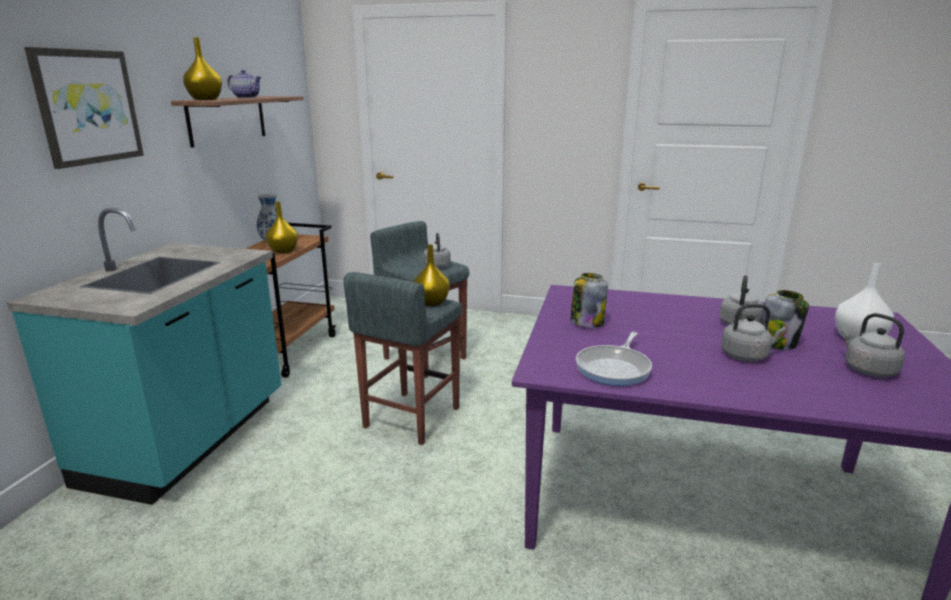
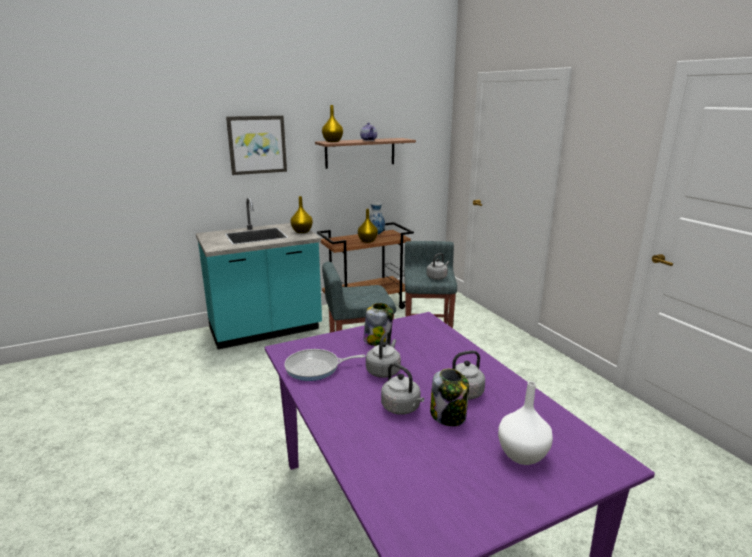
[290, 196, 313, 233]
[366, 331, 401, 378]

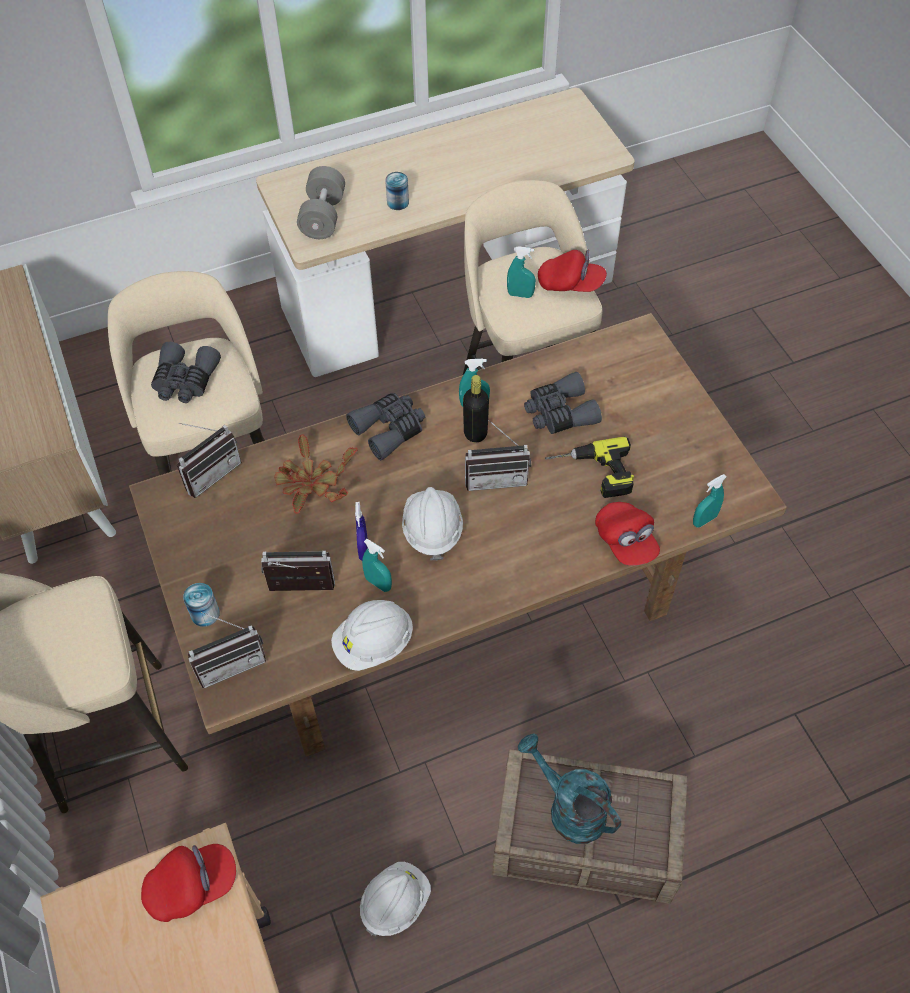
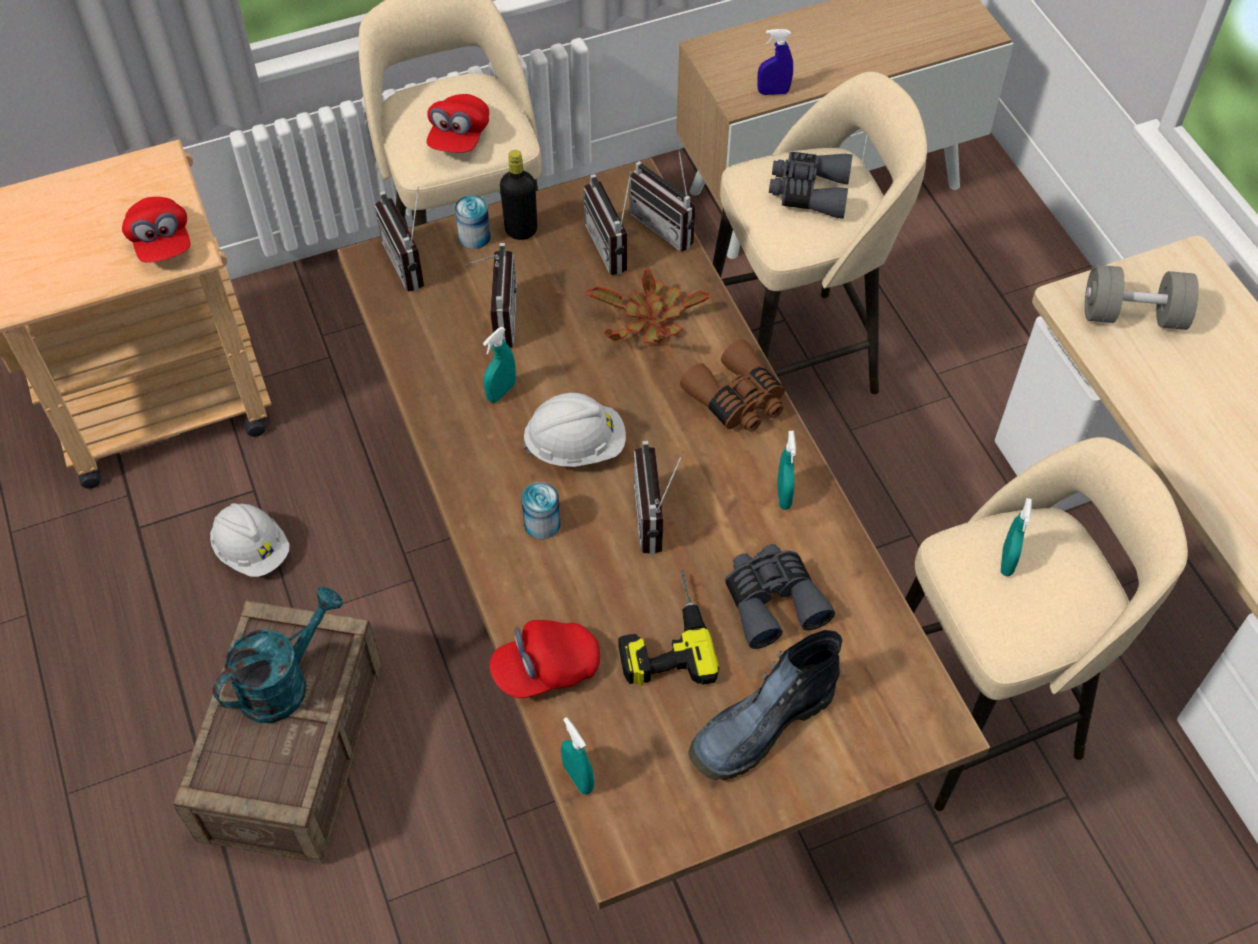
[331, 600, 413, 671] (first image)
[583, 171, 631, 275]
[688, 630, 843, 781]
[757, 29, 793, 95]
[521, 482, 561, 539]
[500, 150, 537, 240]
[427, 94, 489, 153]
[680, 339, 785, 432]

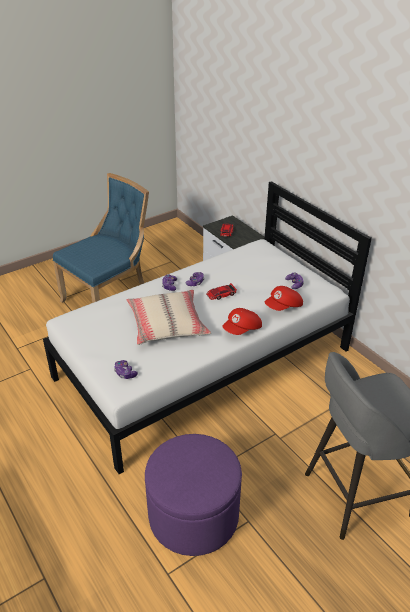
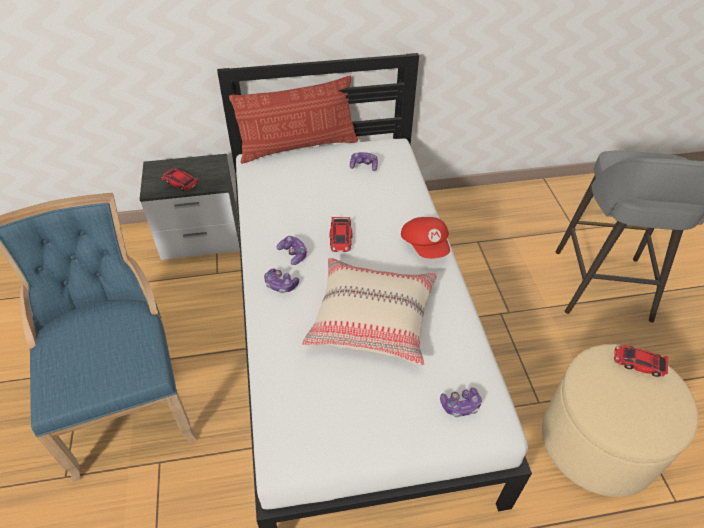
[265, 286, 303, 311] (first image)
[229, 76, 358, 164]
[614, 345, 668, 377]
[542, 344, 698, 497]

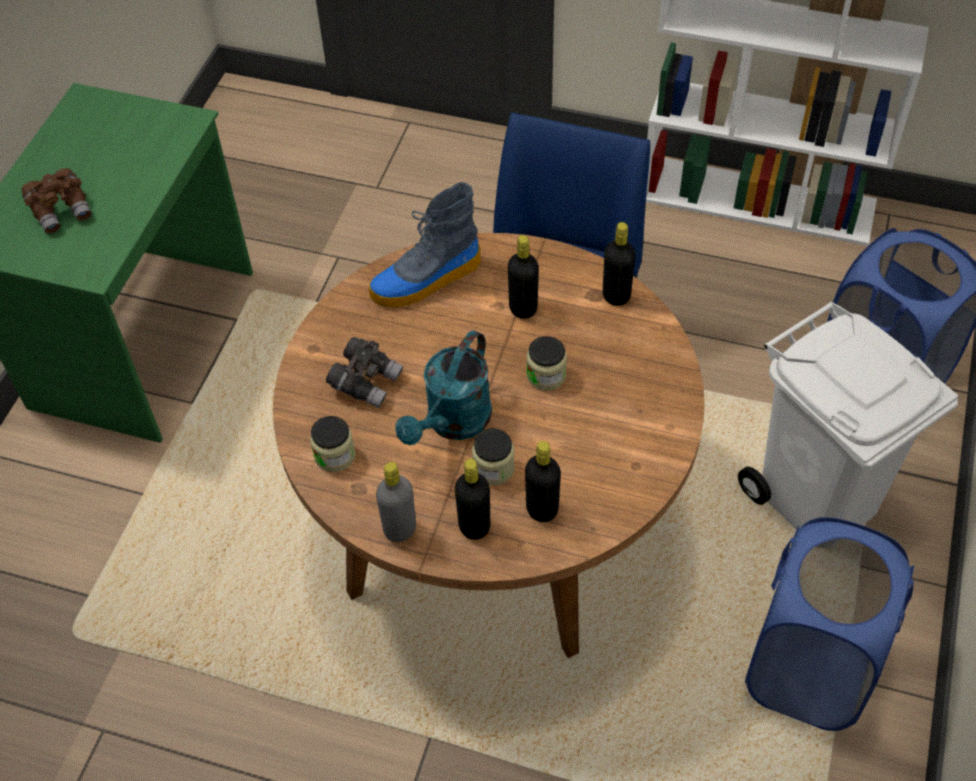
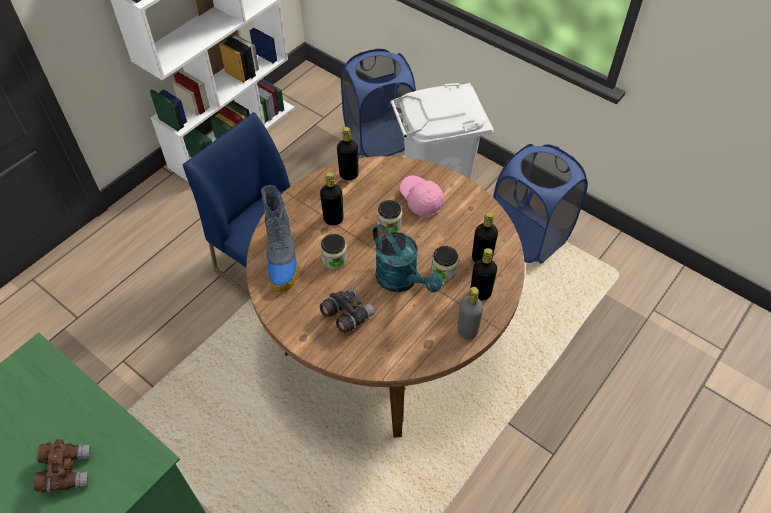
[400, 176, 444, 218]
[320, 234, 348, 269]

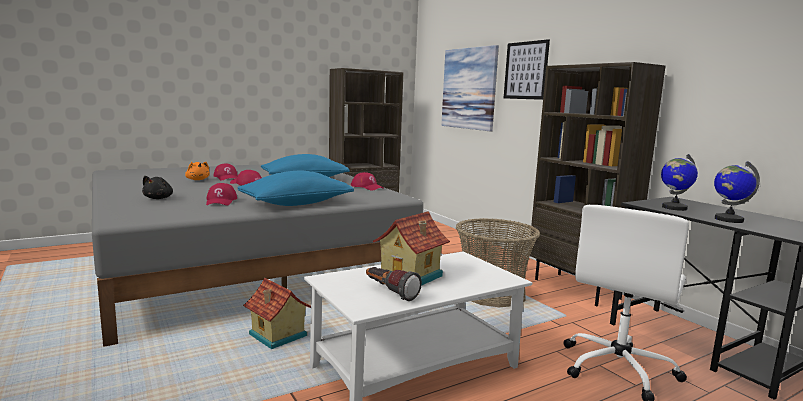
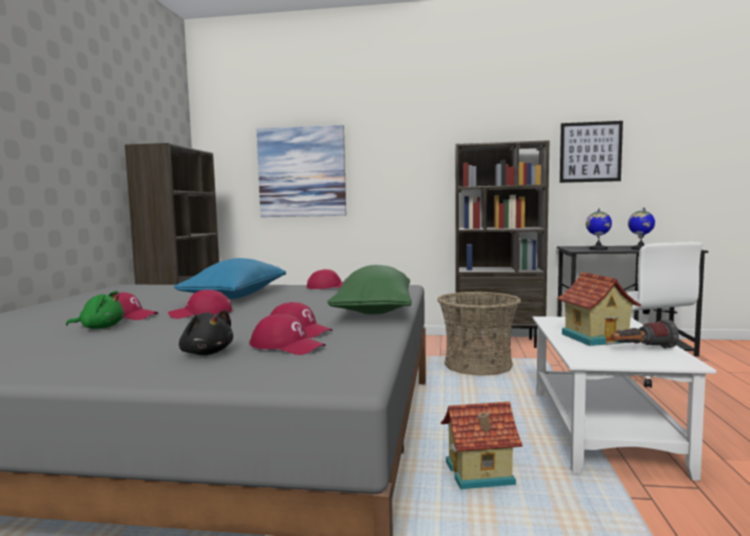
[249, 314, 325, 355]
[560, 121, 623, 183]
[66, 291, 124, 329]
[327, 265, 412, 314]

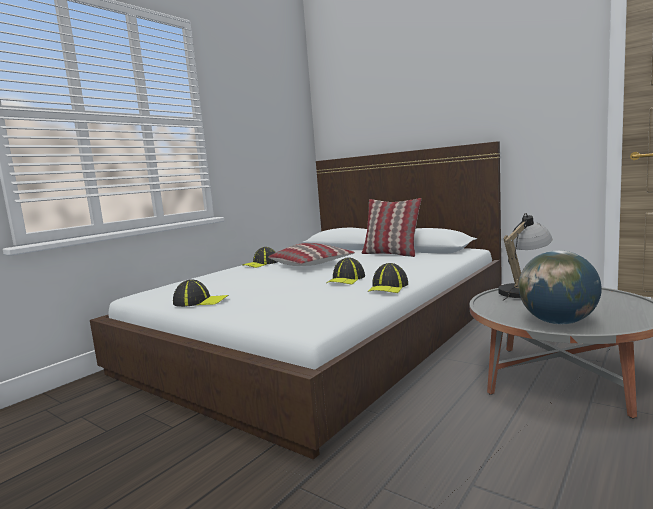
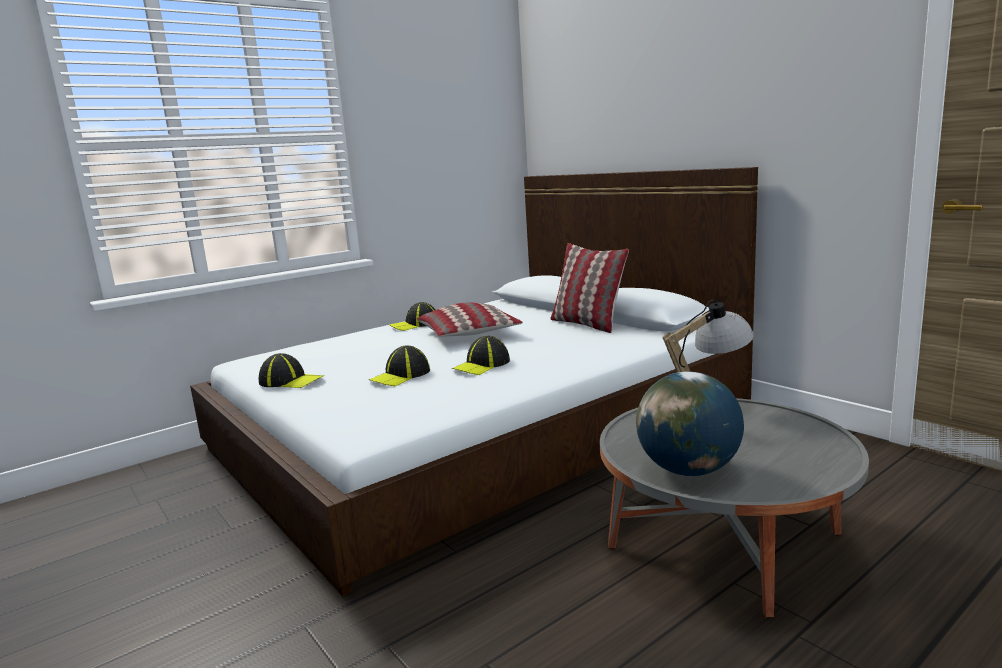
[369, 345, 430, 386]

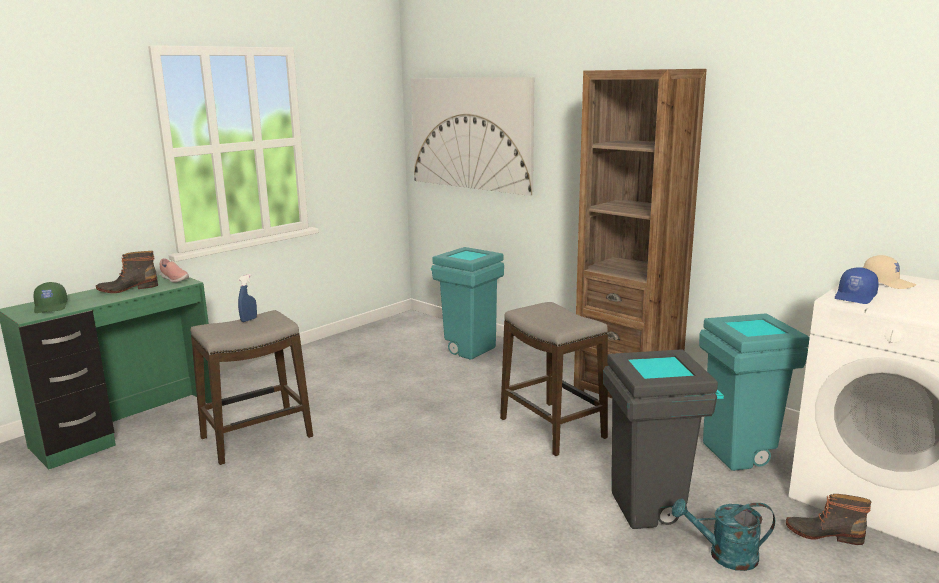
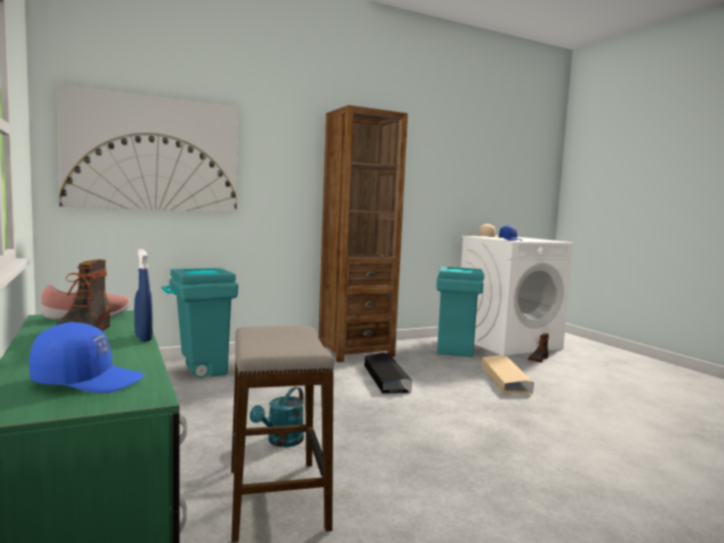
[134, 249, 152, 341]
[250, 387, 304, 447]
[364, 353, 412, 394]
[482, 355, 534, 395]
[29, 322, 145, 393]

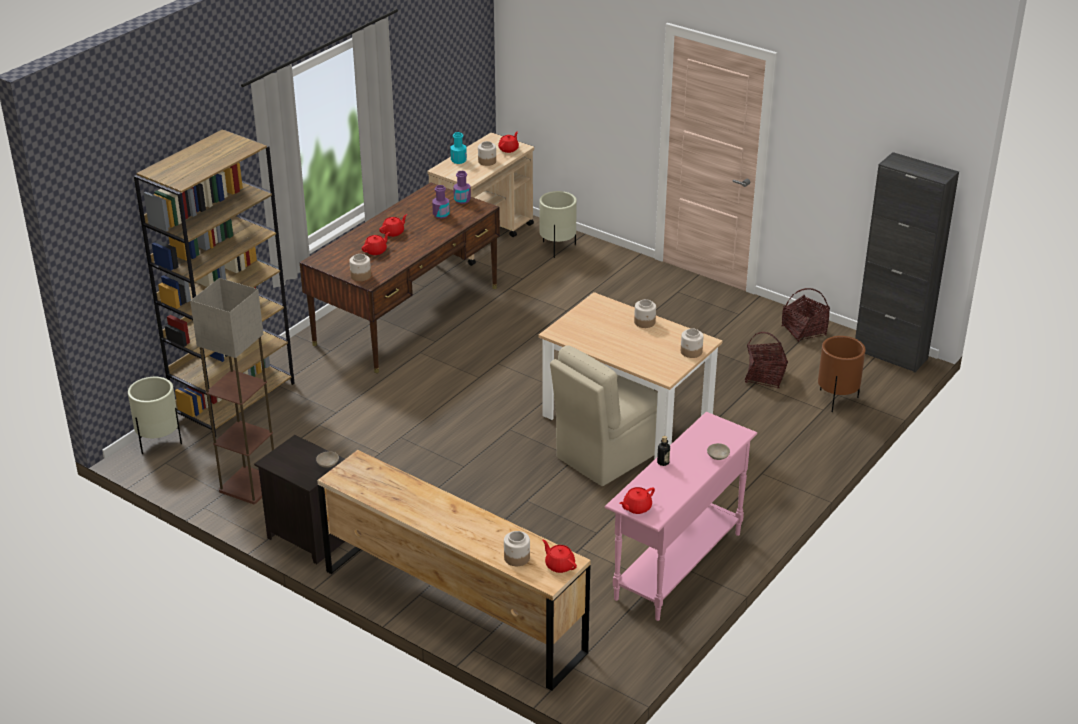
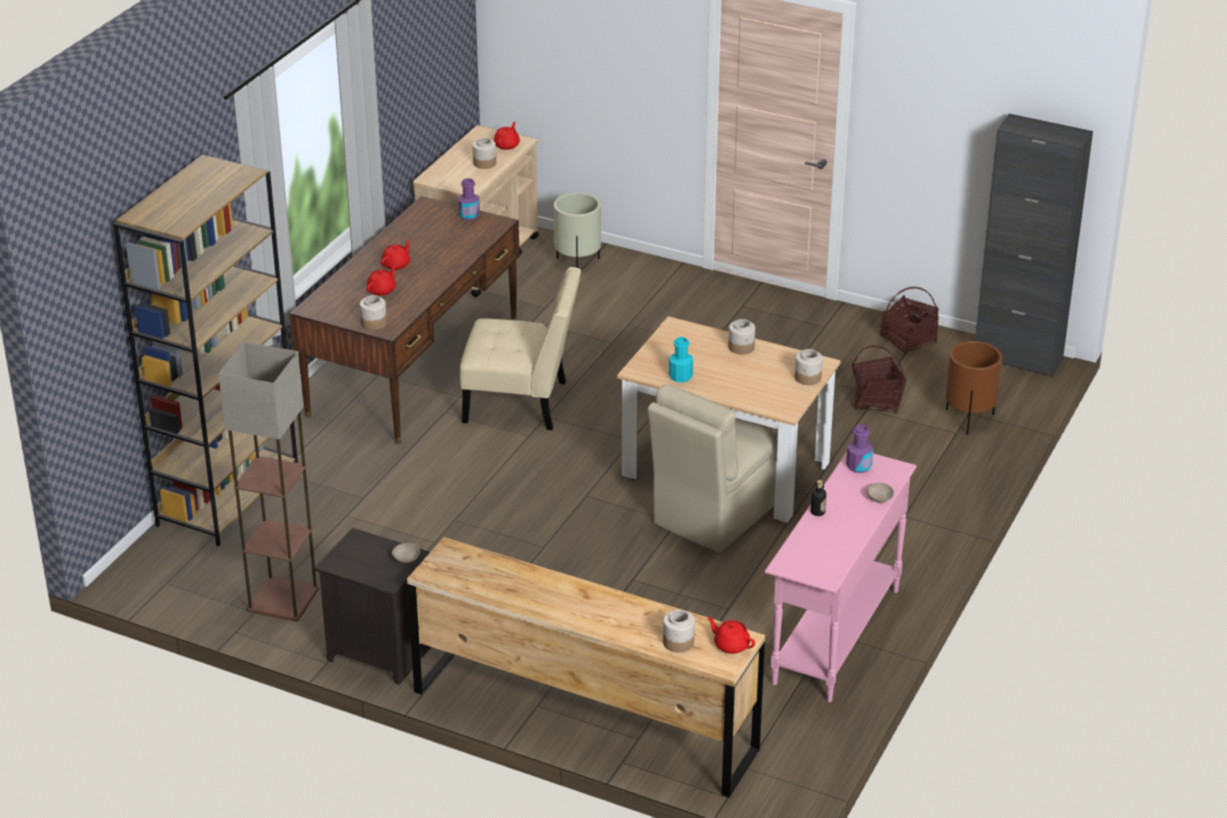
[128, 377, 182, 454] (first image)
[619, 487, 655, 514] (first image)
[460, 267, 581, 430]
[846, 425, 873, 473]
[669, 337, 693, 383]

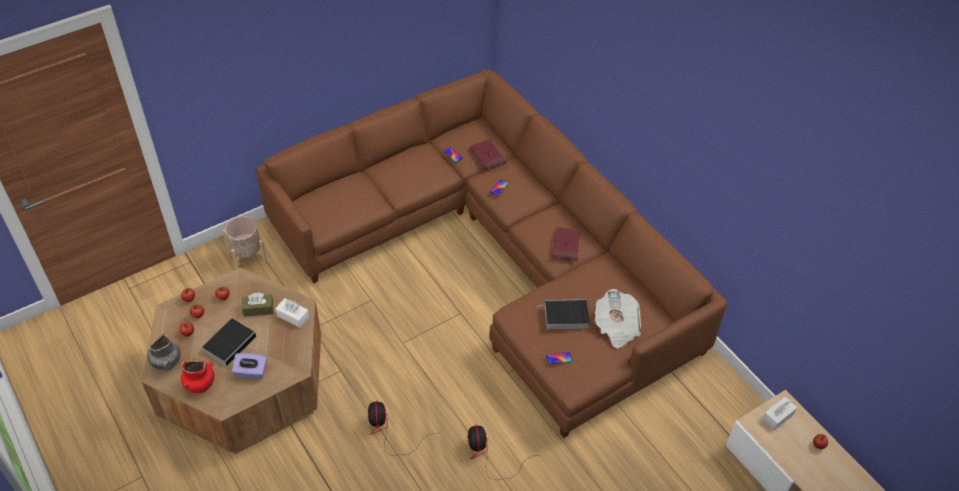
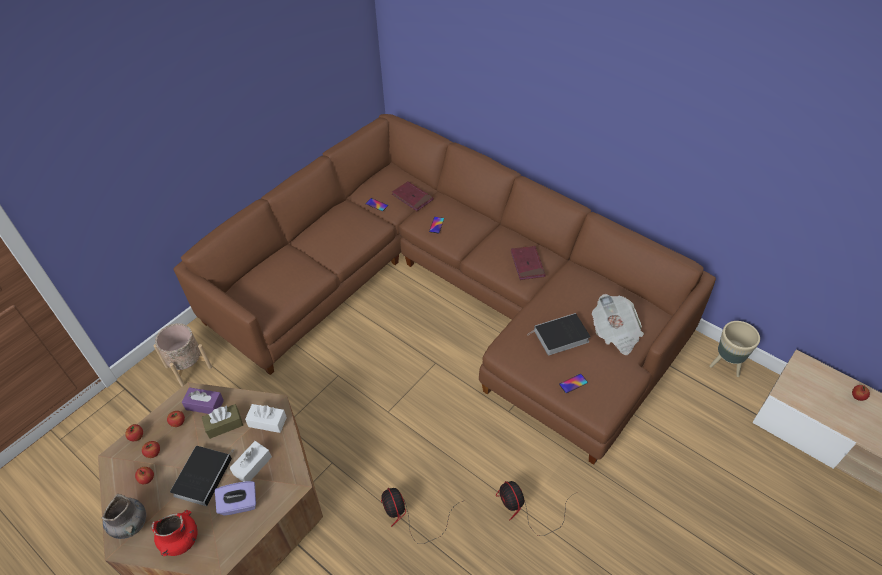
[182, 387, 224, 414]
[709, 321, 760, 377]
[230, 441, 272, 482]

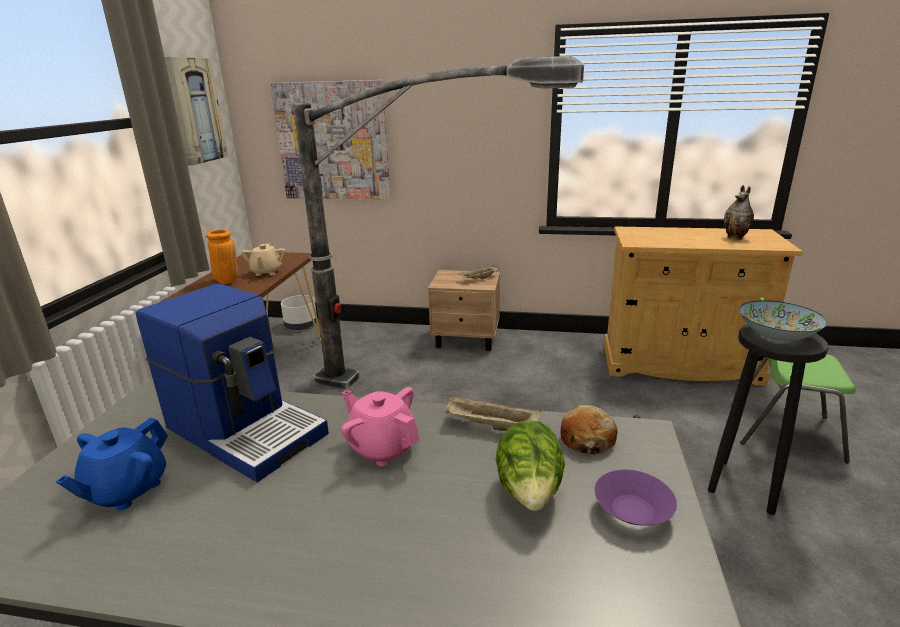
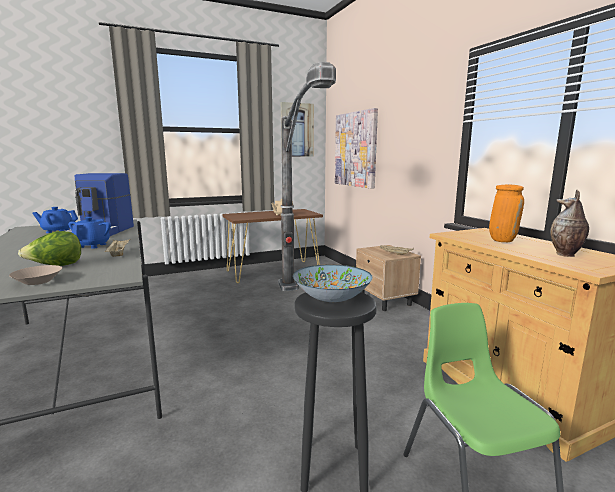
[281, 295, 317, 330] (first image)
[561, 405, 617, 454] (first image)
[489, 185, 524, 242]
[68, 217, 111, 249]
[9, 265, 62, 285]

